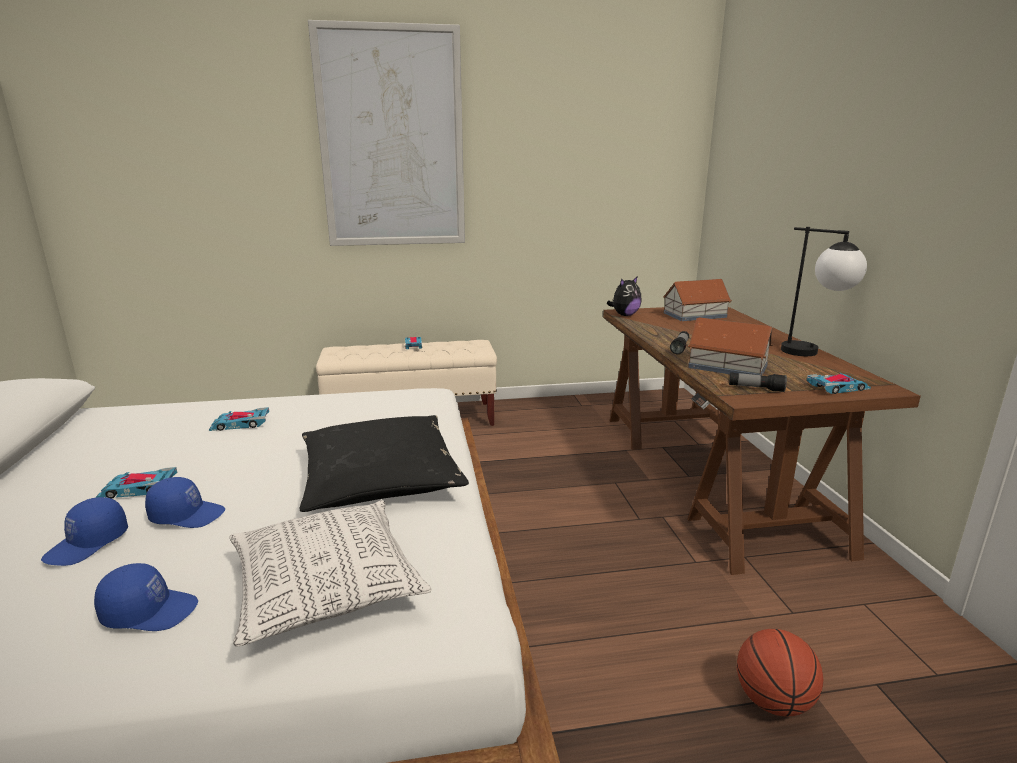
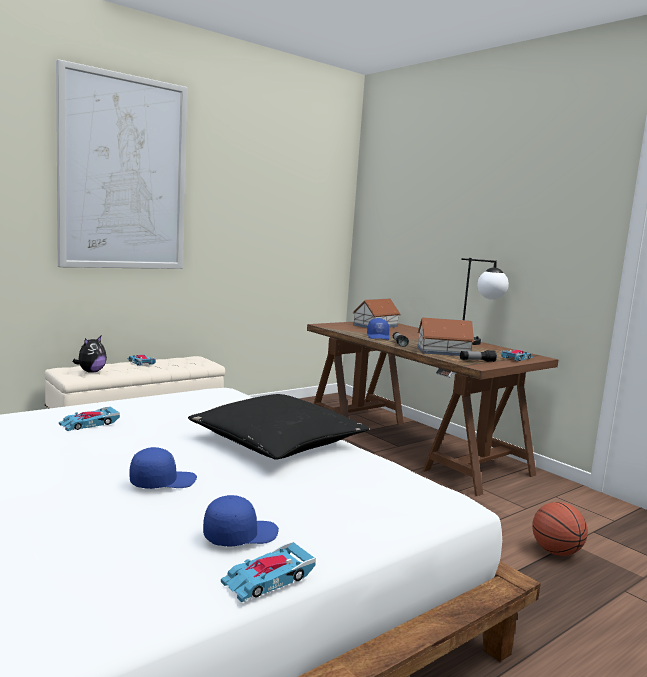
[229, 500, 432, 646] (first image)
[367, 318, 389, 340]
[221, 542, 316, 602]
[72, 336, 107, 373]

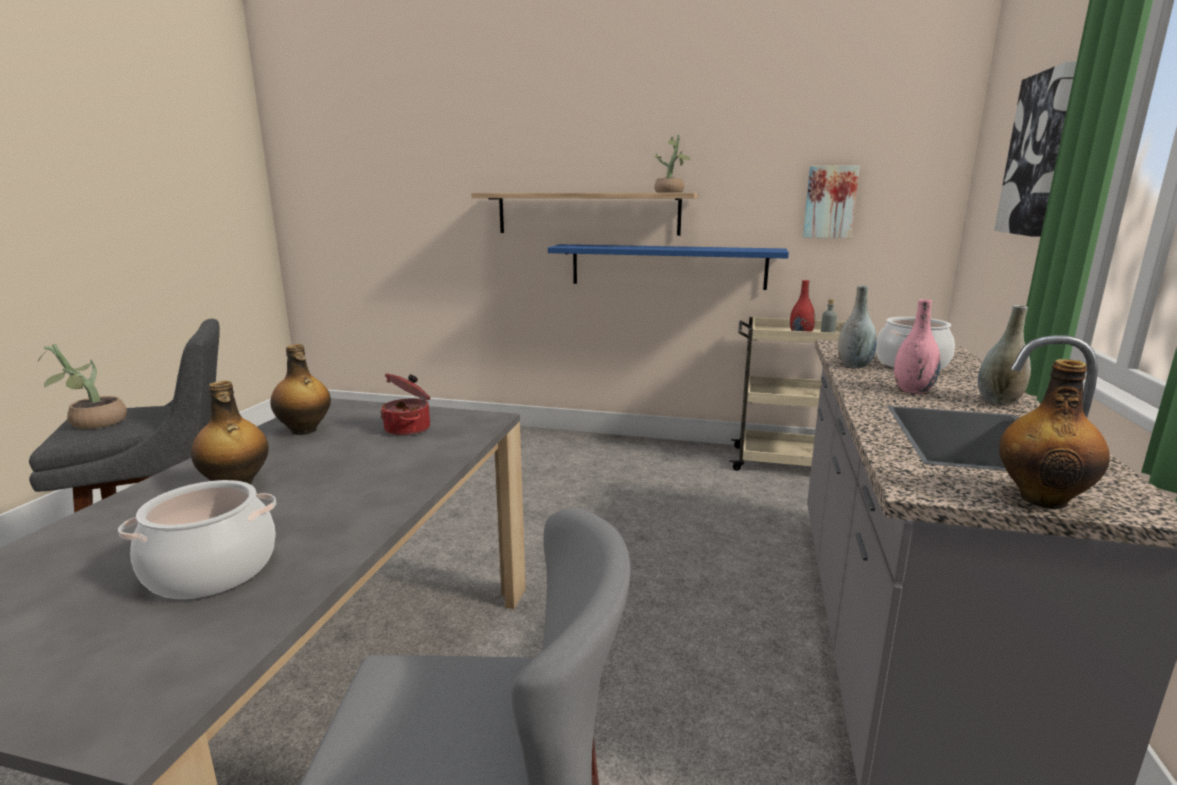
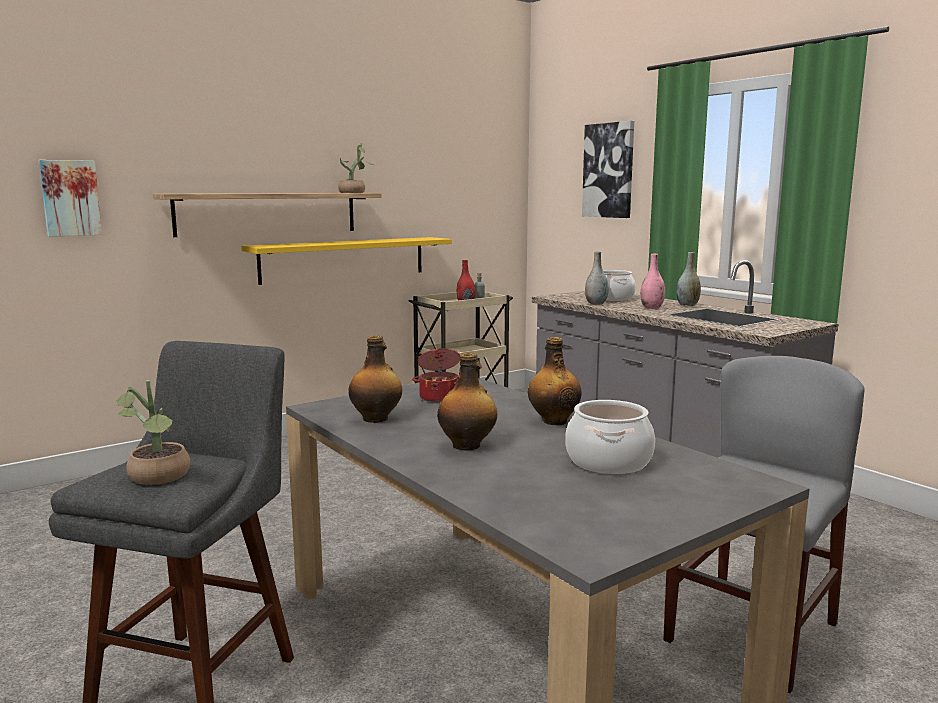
[39, 160, 103, 237]
[528, 337, 582, 425]
[241, 237, 452, 285]

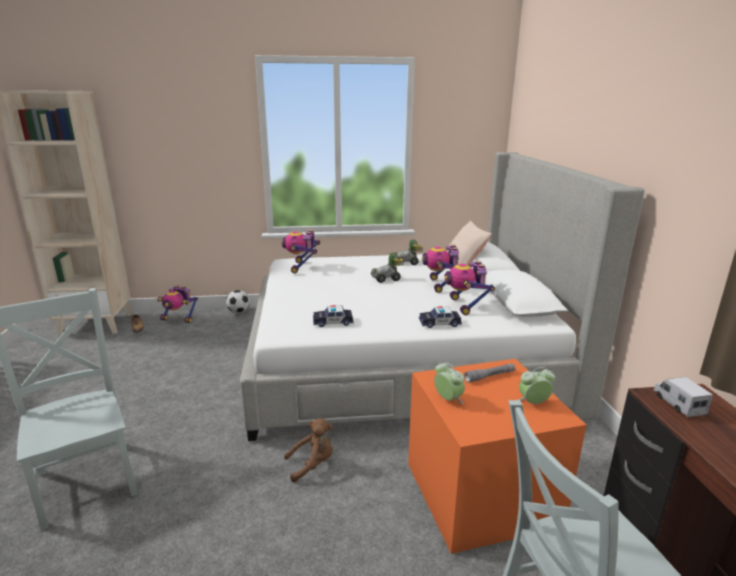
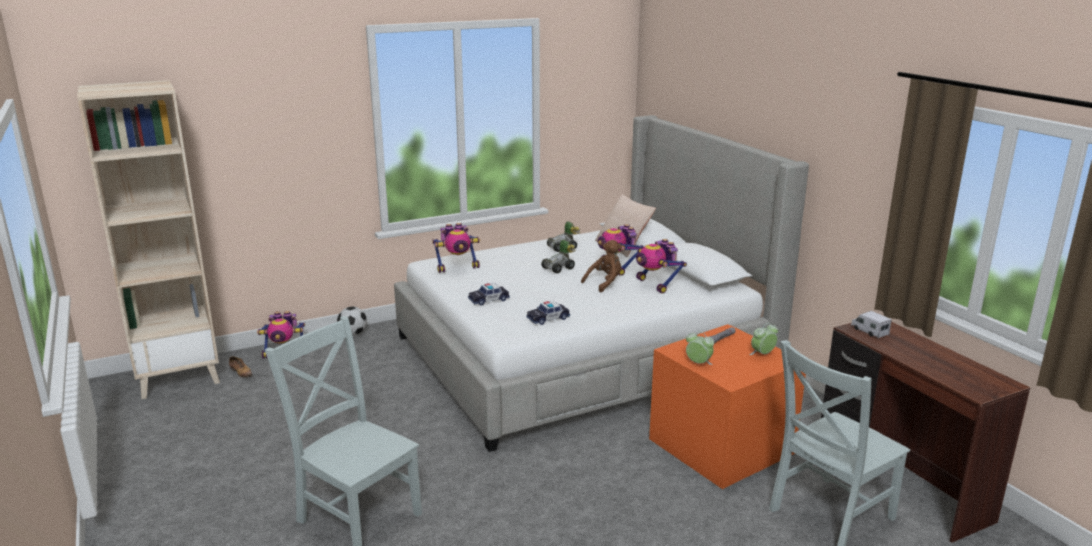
[581, 240, 622, 292]
[468, 283, 510, 306]
[432, 223, 480, 273]

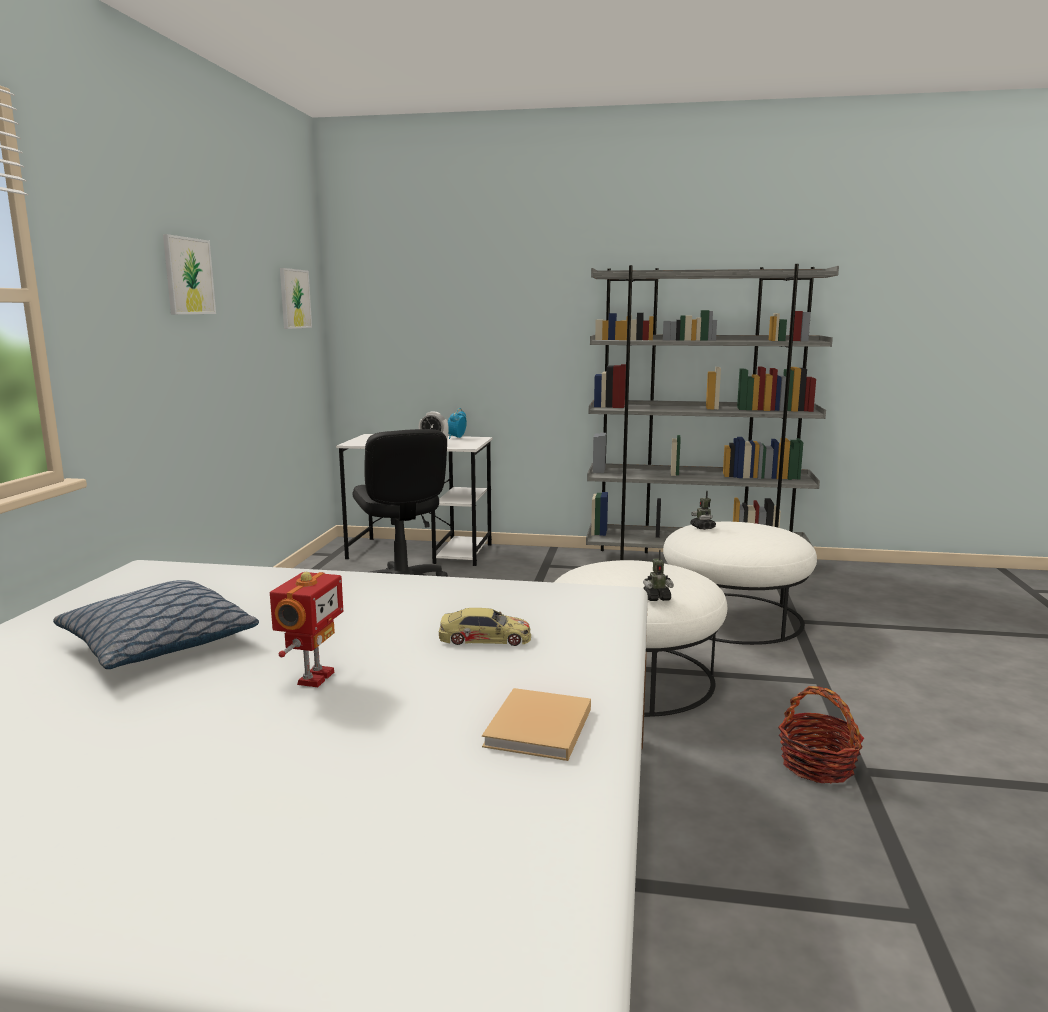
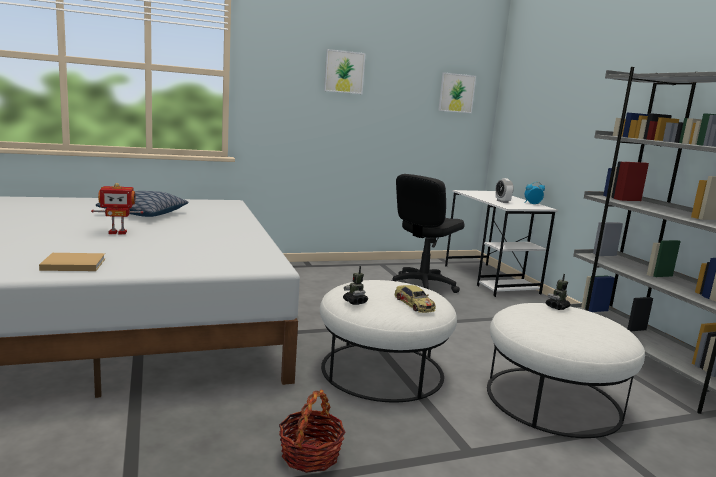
[395, 285, 436, 313]

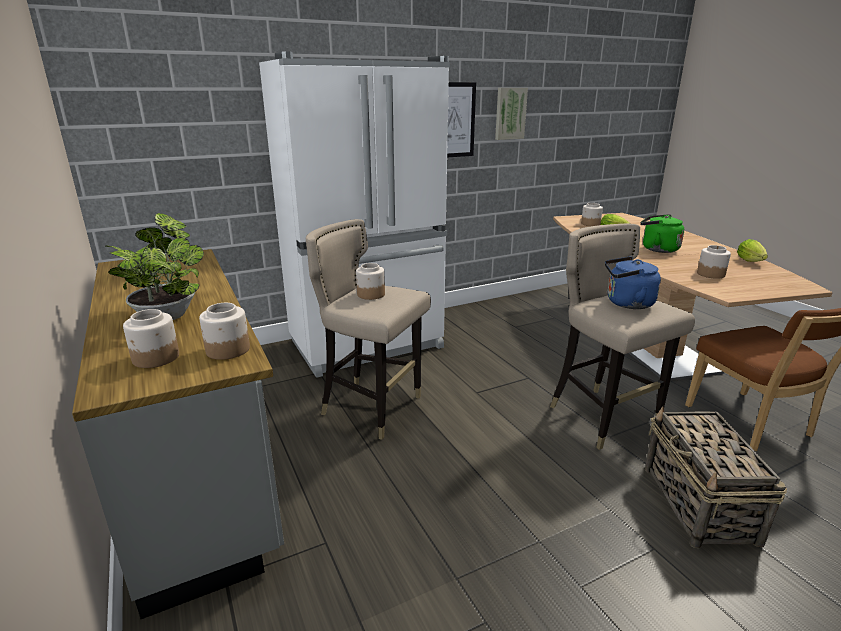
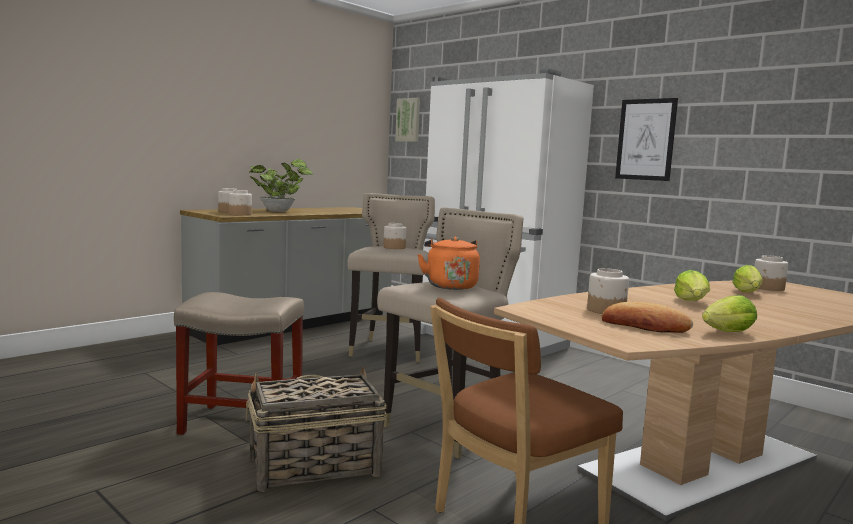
[174, 292, 304, 435]
[602, 302, 693, 333]
[395, 98, 420, 142]
[674, 270, 710, 301]
[417, 237, 480, 290]

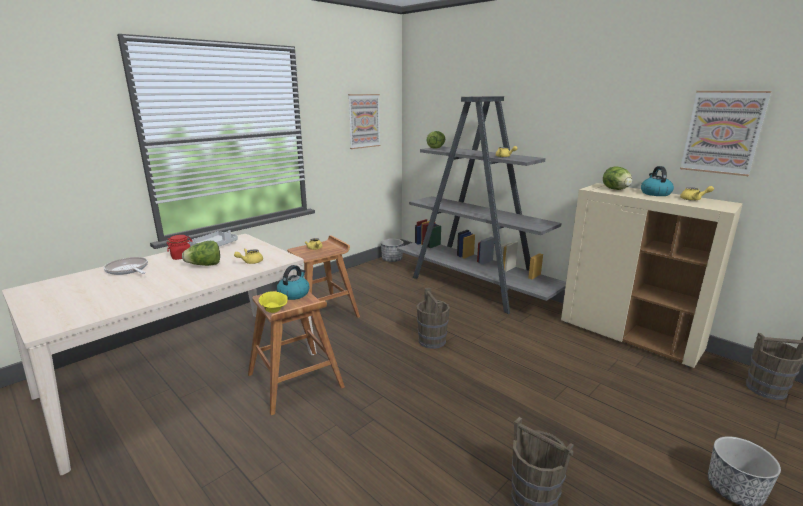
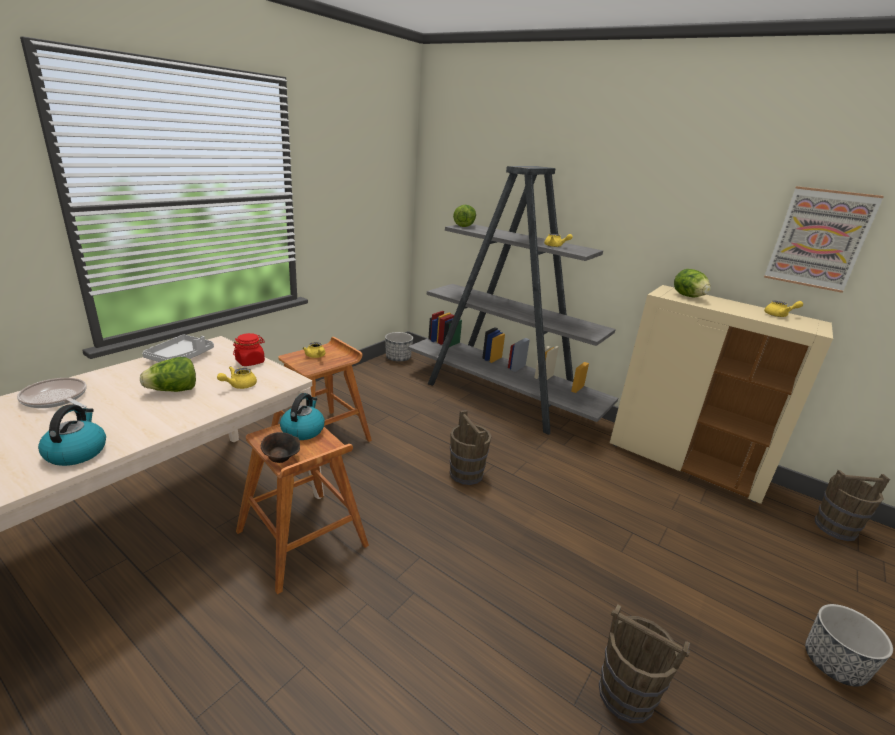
[348, 94, 381, 149] (first image)
[233, 333, 265, 366]
[38, 405, 106, 466]
[261, 432, 300, 463]

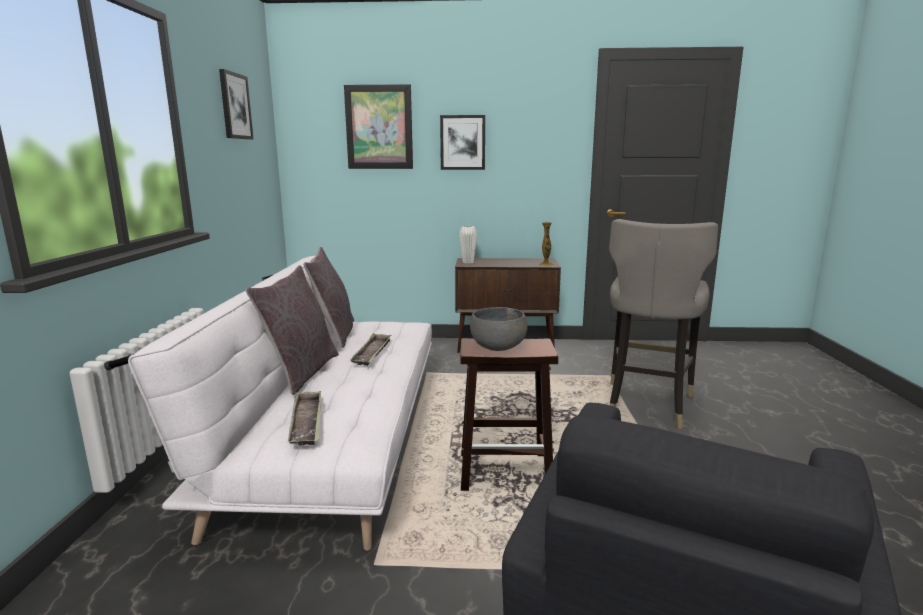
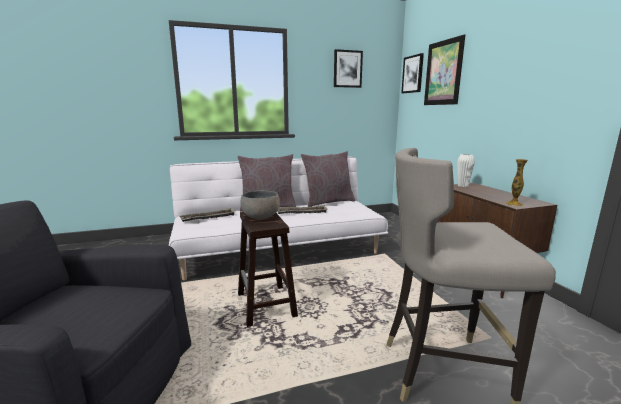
[401, 53, 424, 93]

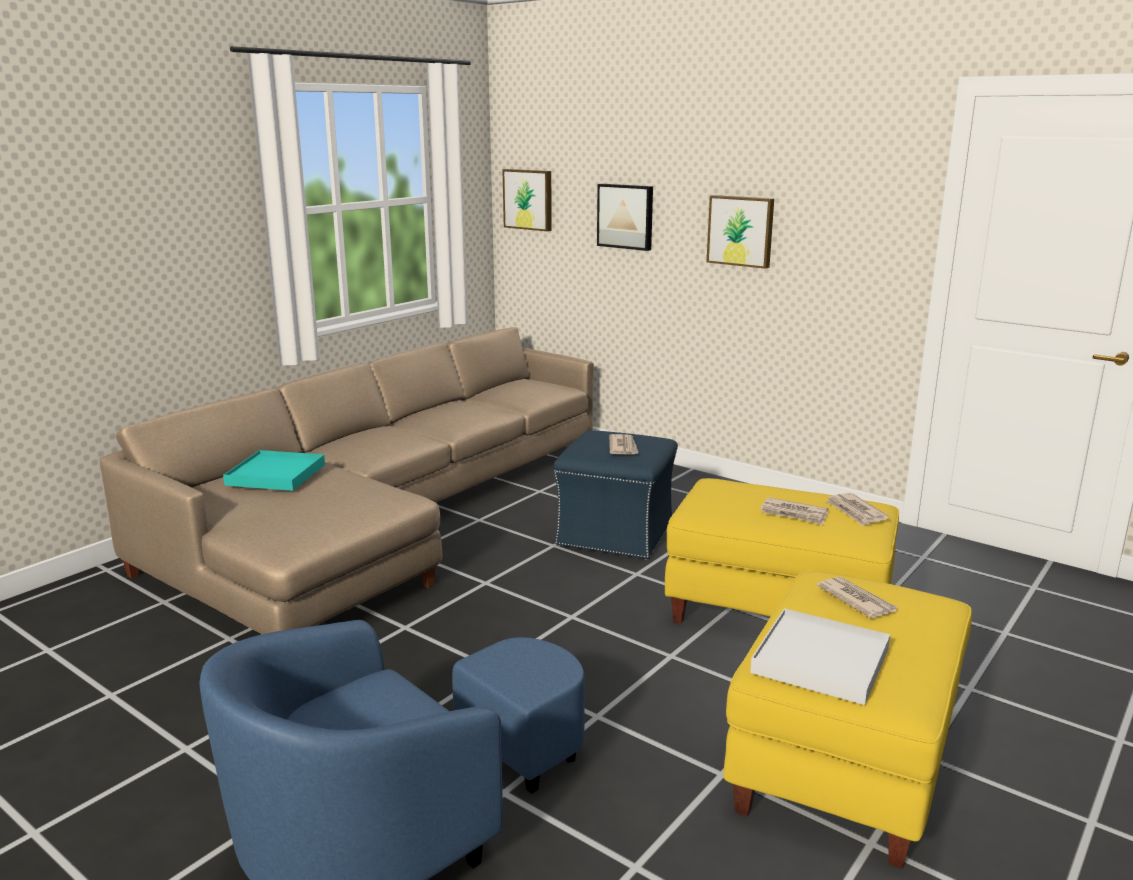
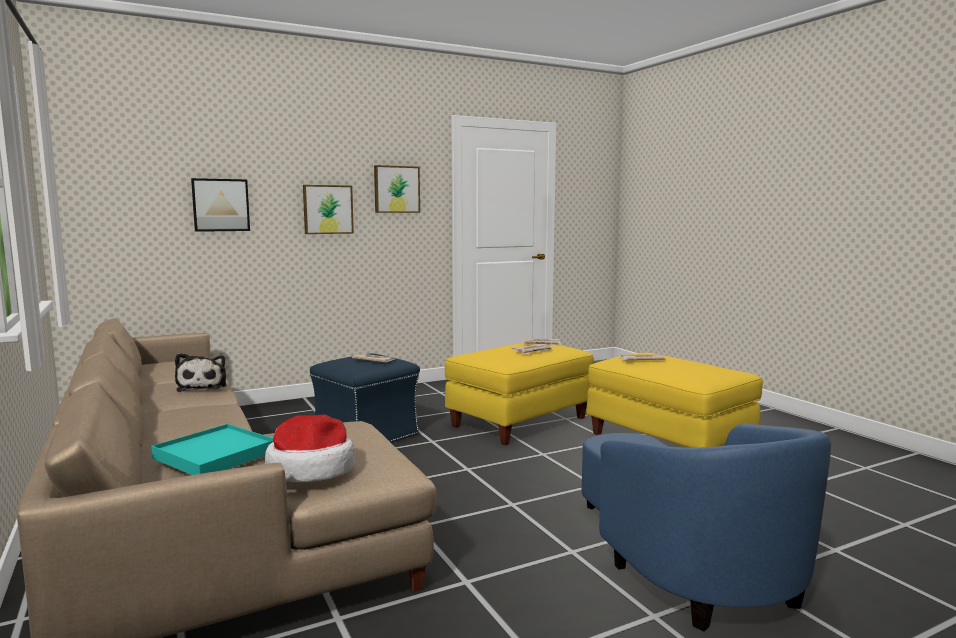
[750, 608, 890, 705] (first image)
[175, 353, 226, 392]
[265, 415, 355, 482]
[374, 165, 420, 213]

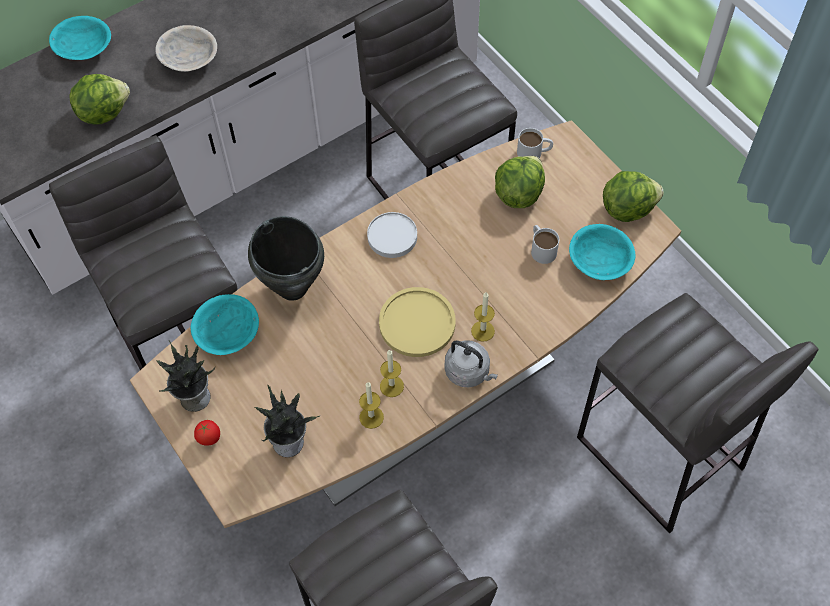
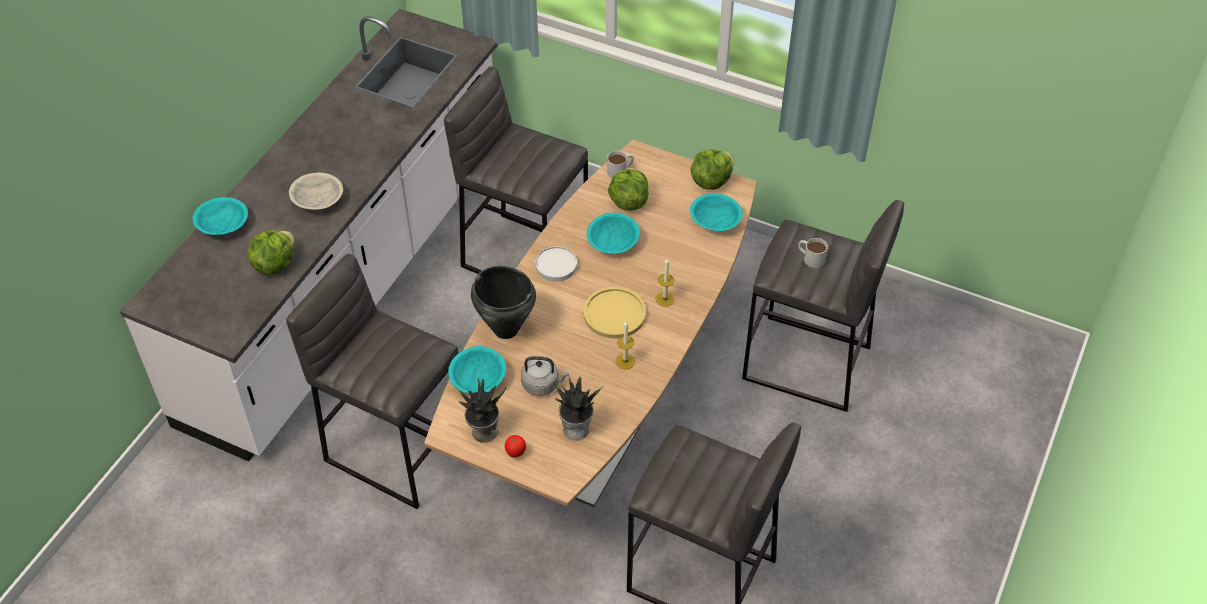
[359, 382, 384, 429] (first image)
[587, 213, 640, 254]
[521, 356, 569, 396]
[798, 238, 828, 268]

